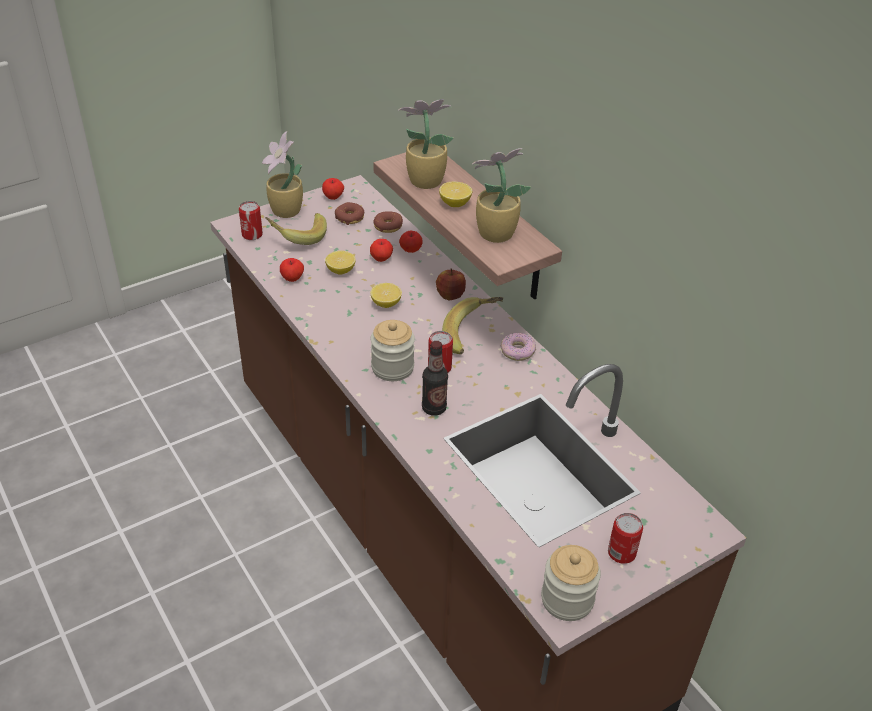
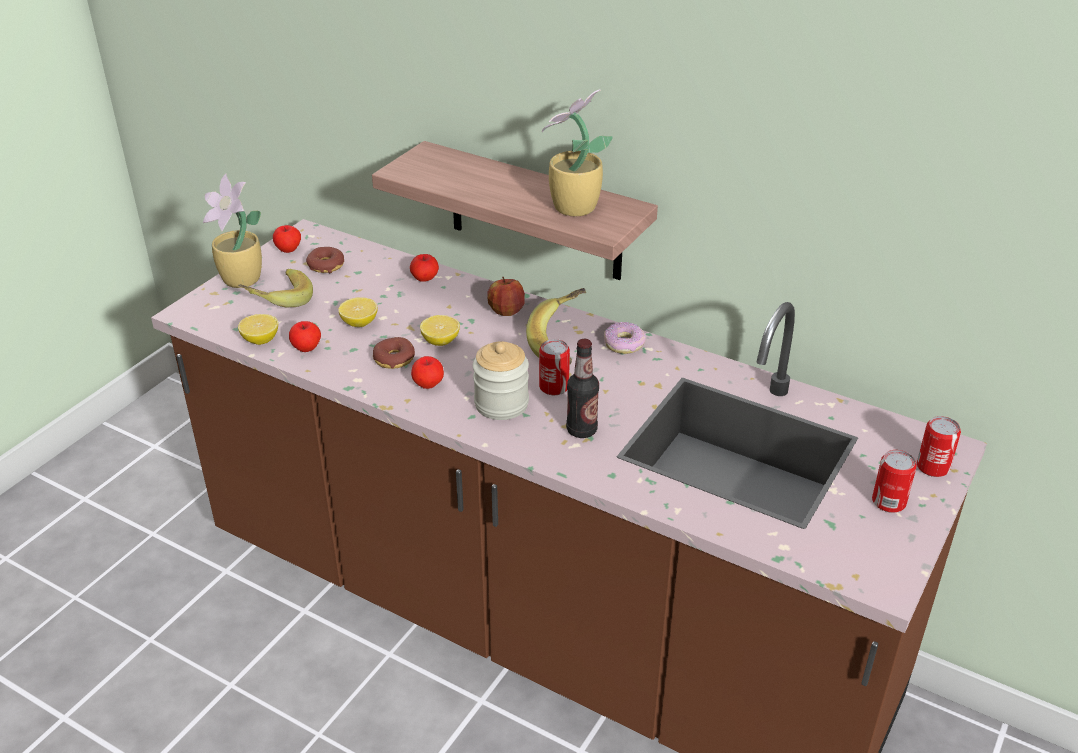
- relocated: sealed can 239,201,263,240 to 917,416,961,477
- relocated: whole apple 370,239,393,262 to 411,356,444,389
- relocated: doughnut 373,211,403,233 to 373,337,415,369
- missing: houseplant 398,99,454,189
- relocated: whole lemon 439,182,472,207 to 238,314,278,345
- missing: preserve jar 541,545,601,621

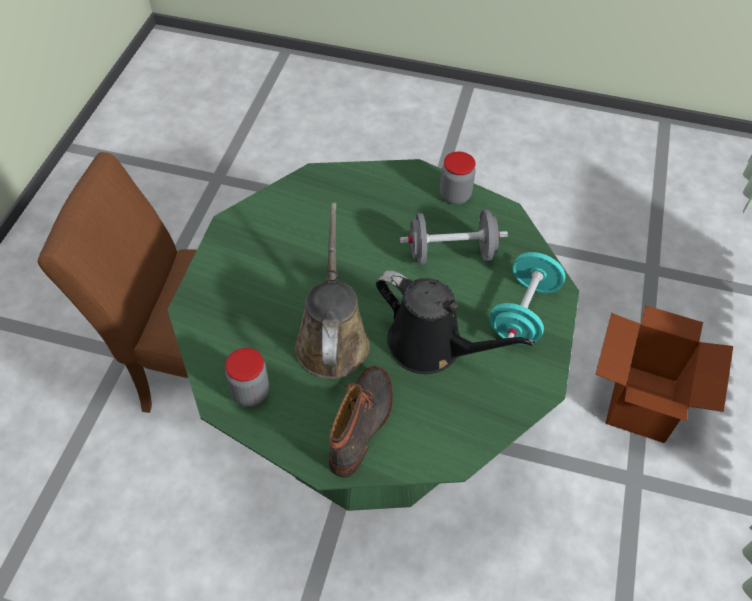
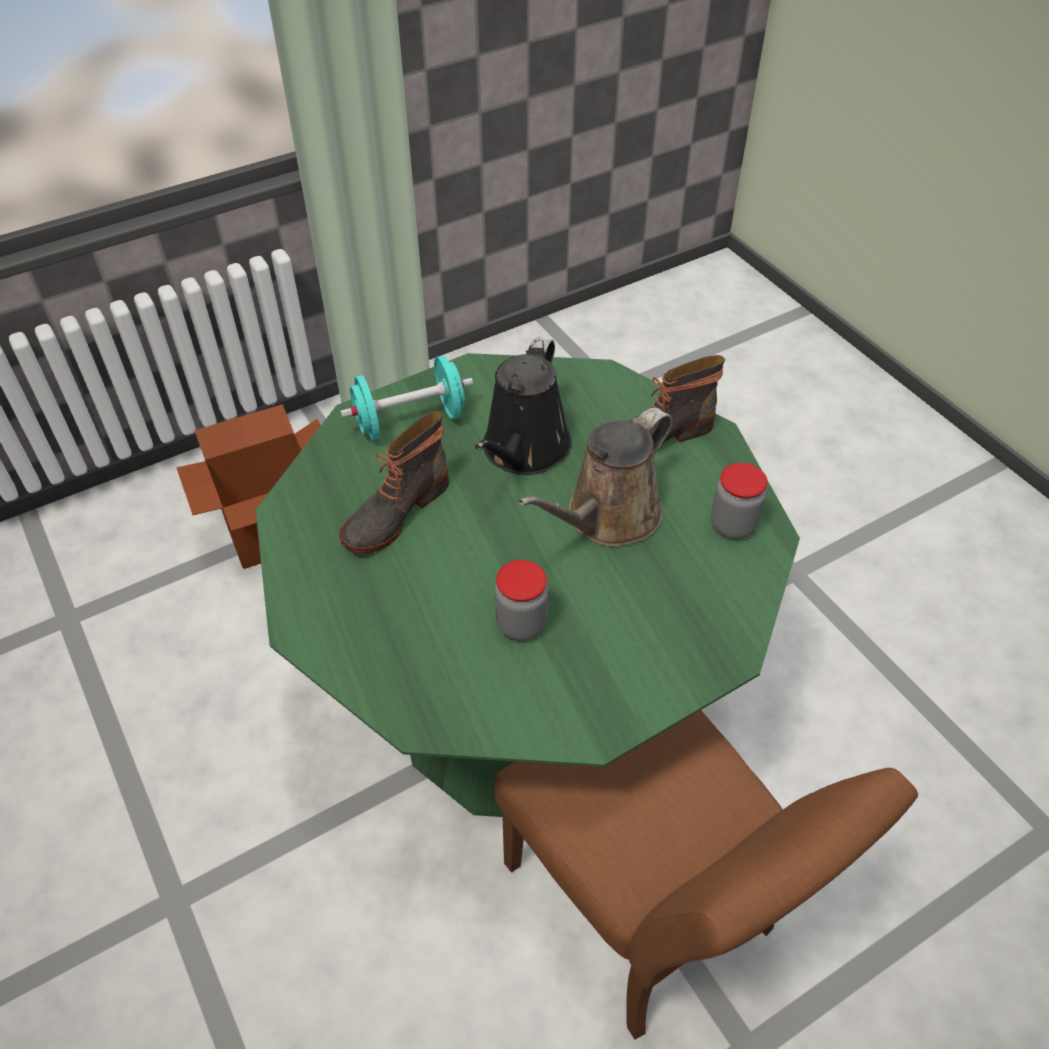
- spun: black watering pot 376,270,535,374 = 475,337,572,475 150 degrees counterclockwise
- exchanged: grey hand weight 400,209,508,265 to tall boot 339,411,449,554
- relocated: preserve jar 440,151,476,205 to 495,560,548,641

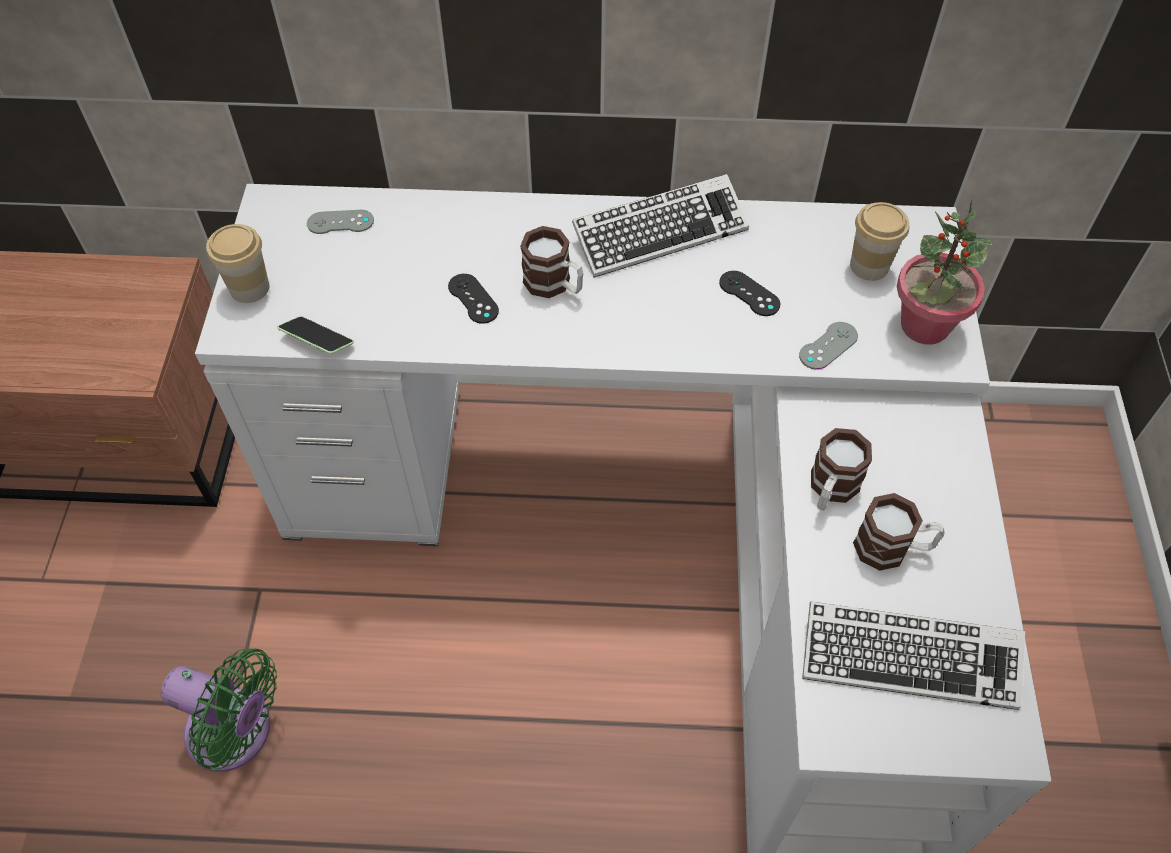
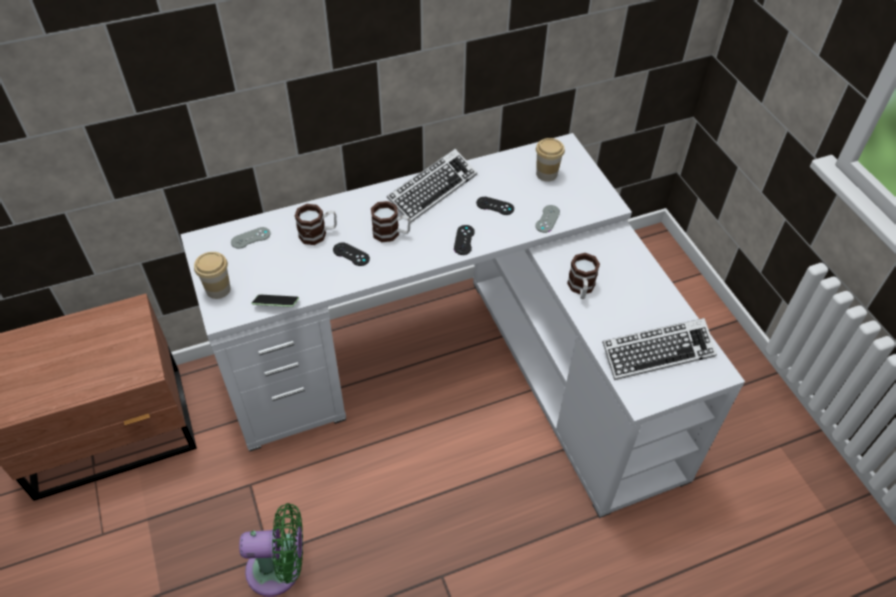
- relocated: tea mug 853,493,945,571 to 295,204,337,245
- missing: houseplant 897,197,992,344
- appeared: black gamepad 454,225,475,255

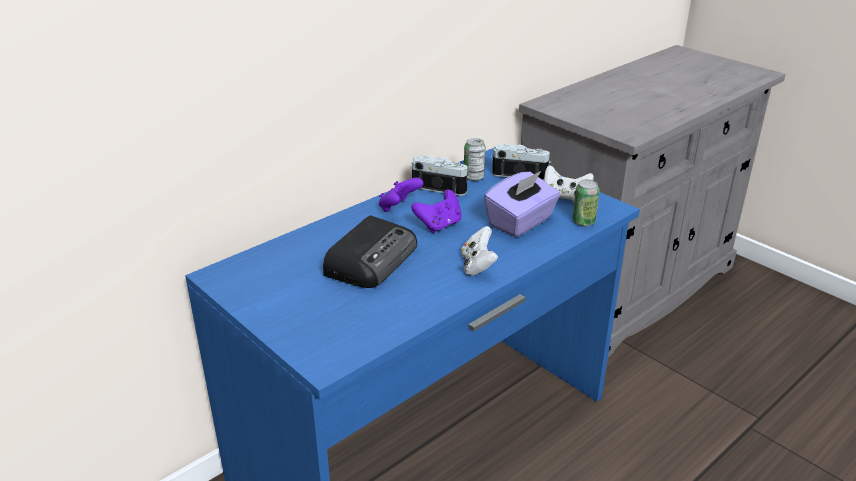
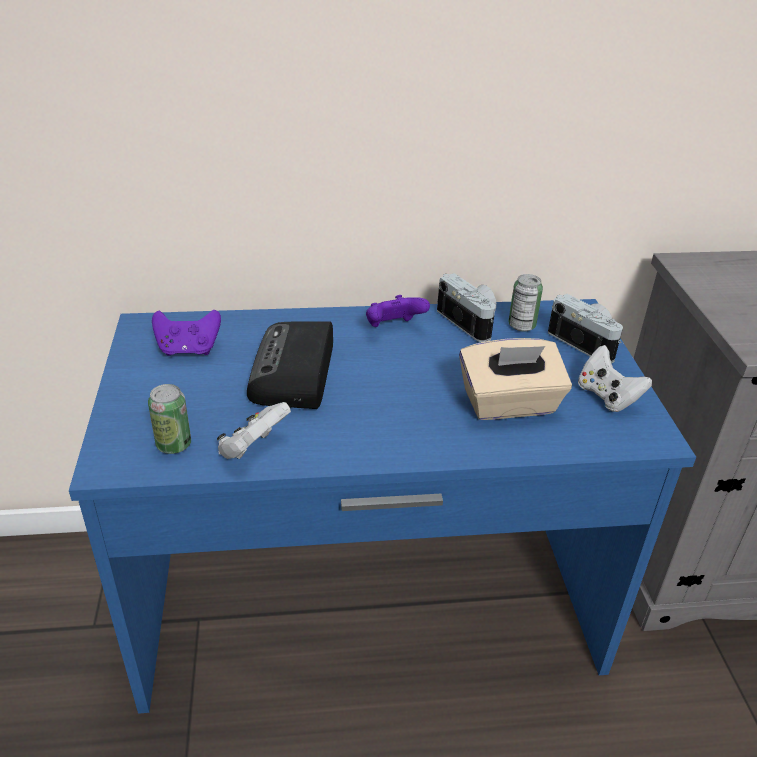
- spun: radio 323,215,417,288 = 247,321,333,409 120 degrees clockwise
- relocated: purplish gamepad 411,190,462,233 to 152,310,221,356
- relocated: whitish gamepad 461,226,498,276 to 217,402,291,459
- colour: purplish tissue holder 484,171,560,237 to beige tissue holder 459,338,572,420
- relocated: sealed can 572,179,600,227 to 148,384,191,454

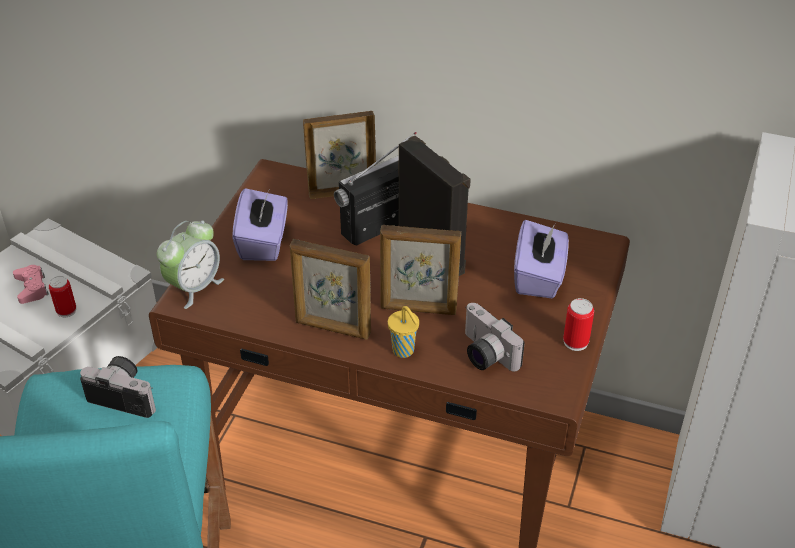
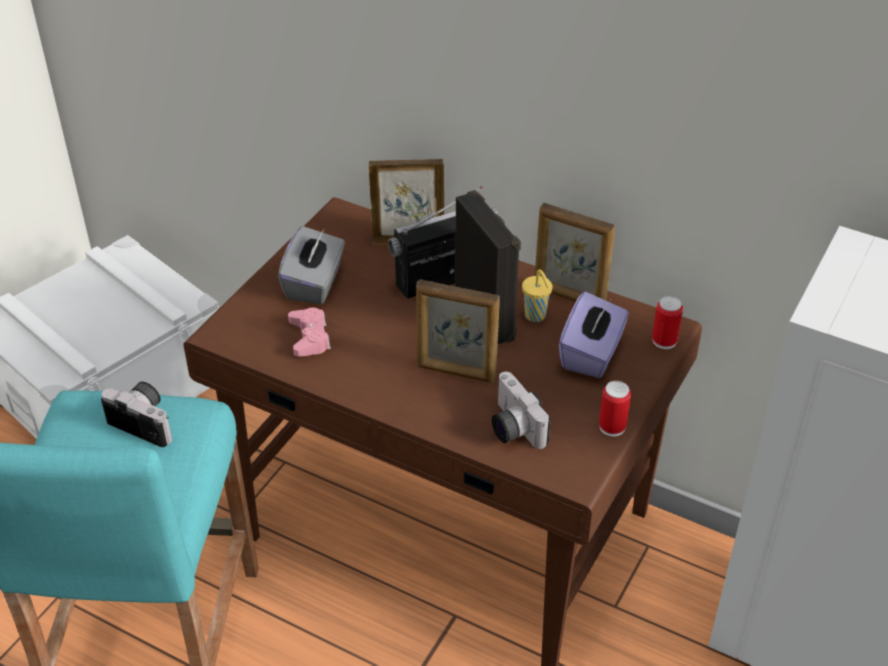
- relocated: pinkish gamepad 13,265,49,304 to 288,307,331,357
- relocated: sealed can 49,276,76,317 to 652,296,683,349
- missing: table clock 157,220,224,309
- colour: purplish tissue holder 232,188,288,261 to grey tissue holder 278,226,345,304
- relocated: picture frame 290,239,371,339 to 535,203,615,302
- relocated: yellow drinking cup 388,306,419,358 to 522,270,553,322

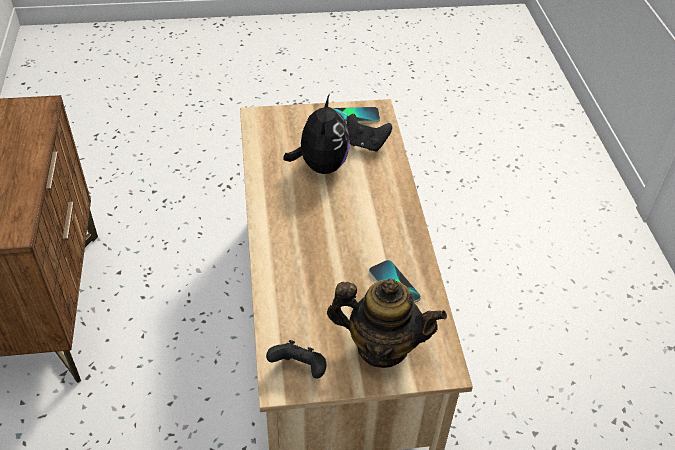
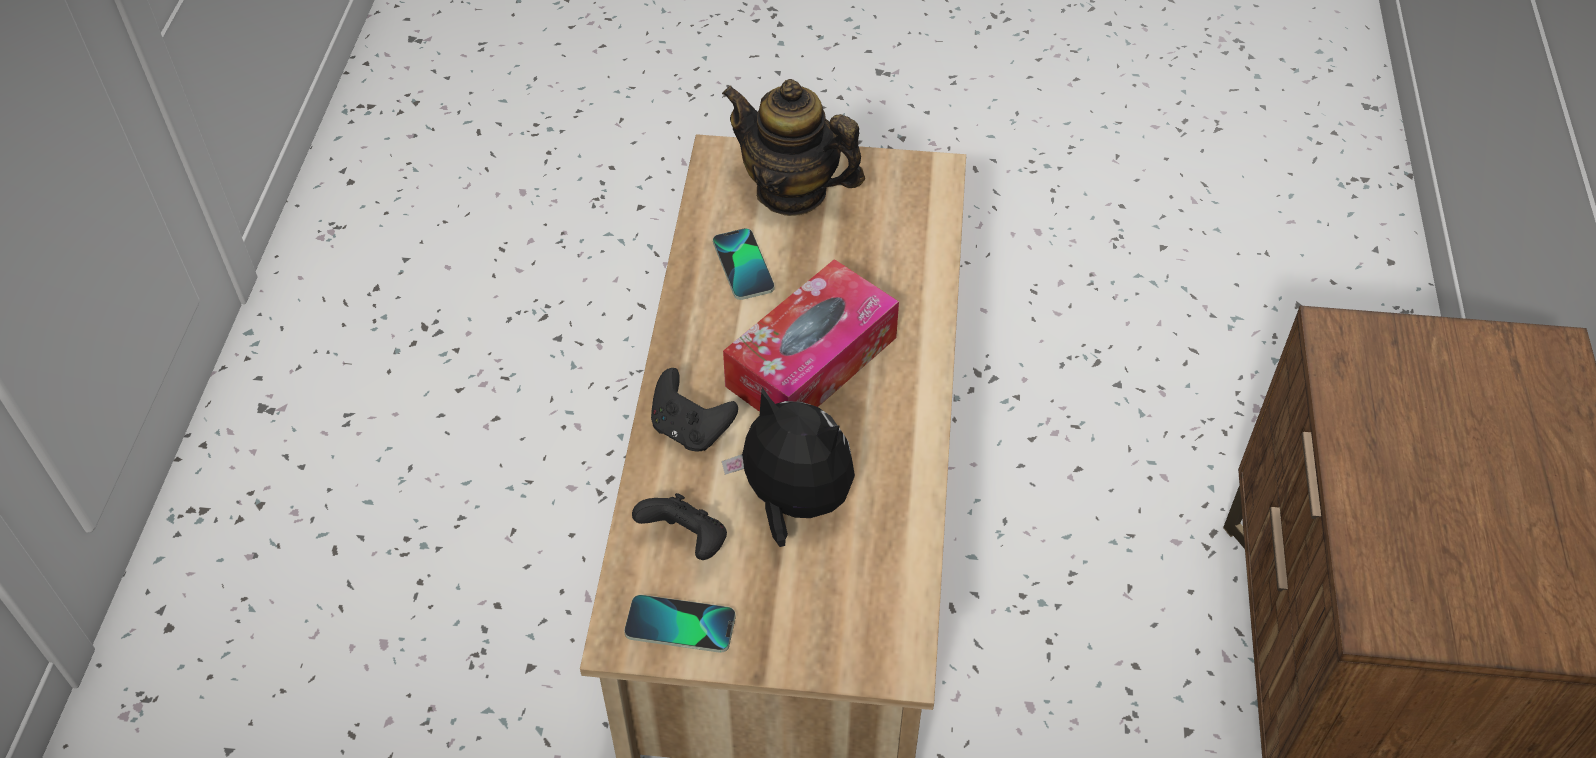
- relocated: black gamepad 266,340,326,379 to 651,368,738,452
- spun: soft toy 283,94,350,174 = 722,387,855,547 105 degrees clockwise
- appeared: tissue holder 723,259,899,412

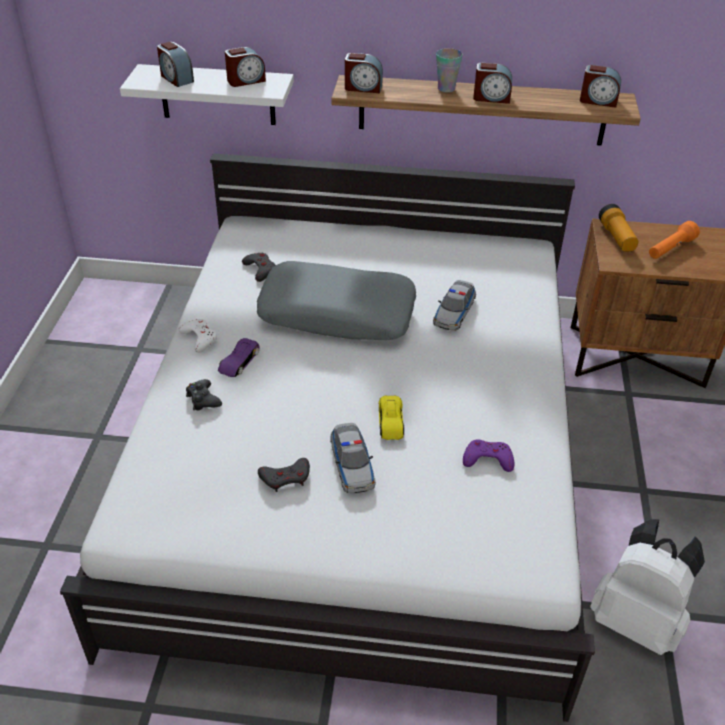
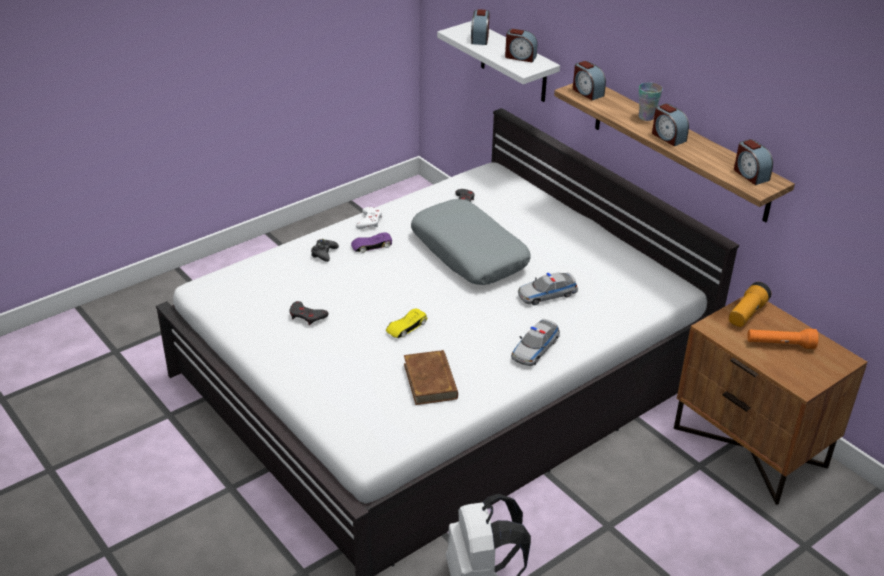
- relocated: miniature car 330,423,376,493 to 511,319,560,366
- exchanged: purplish gamepad 463,440,514,472 to brown volume 404,350,458,405

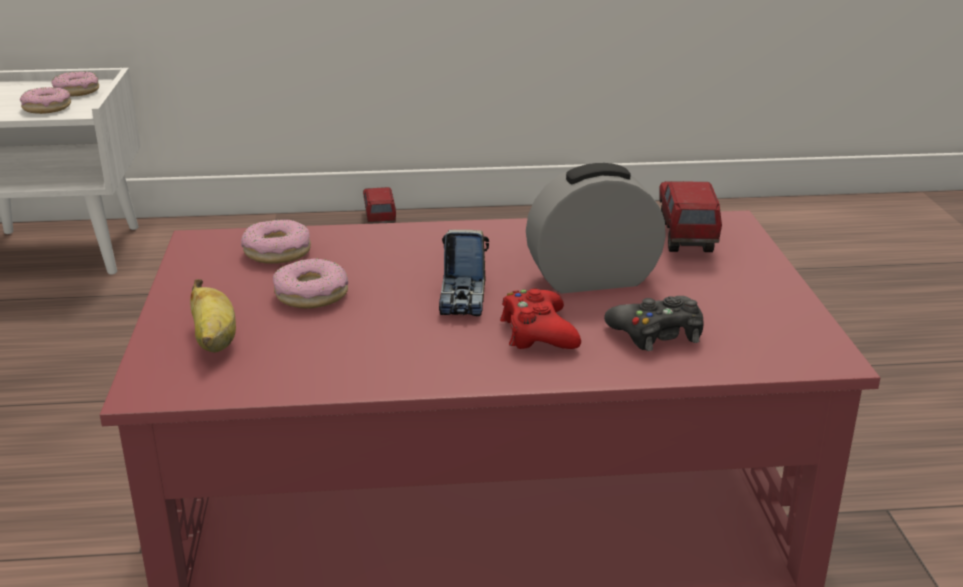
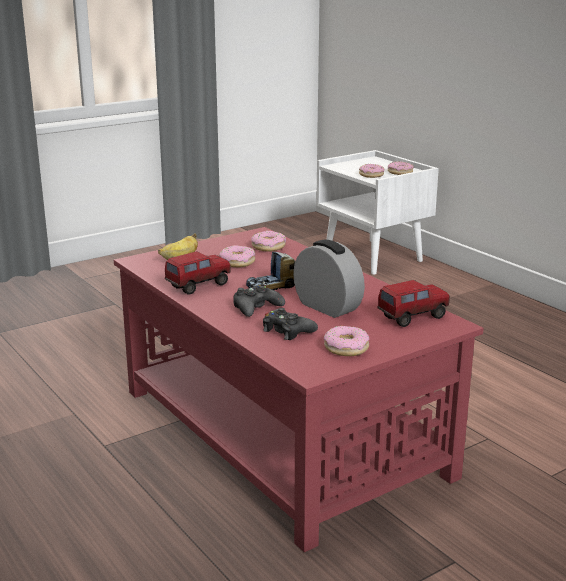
- relocated: toy lorry 363,187,396,224 to 165,251,231,294
- colour: red-coloured gamepad 500,289,581,349 to black gamepad 233,285,285,317
- appeared: doughnut 324,326,369,356

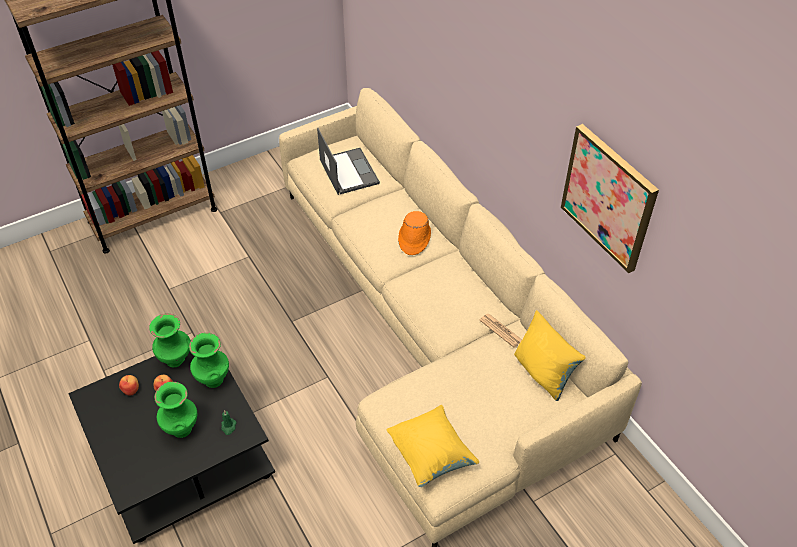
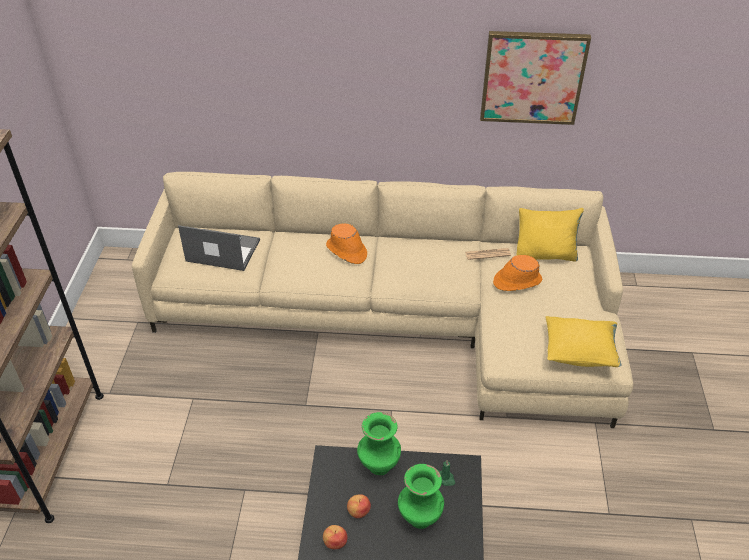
- missing: greenish flower vase 149,314,191,367
- appeared: orange-coloured wearable hat 493,255,542,291

